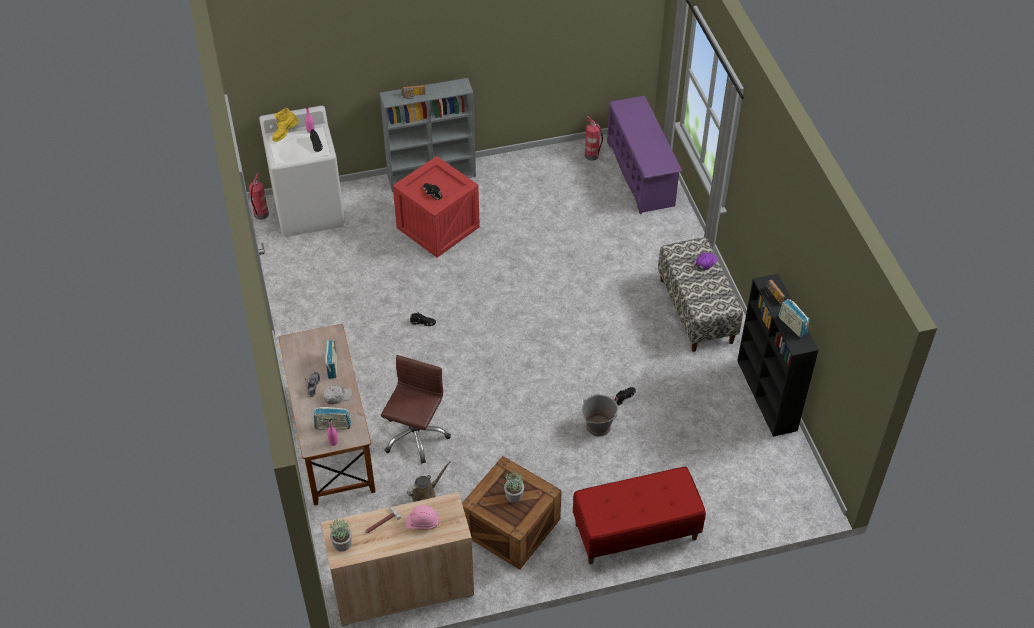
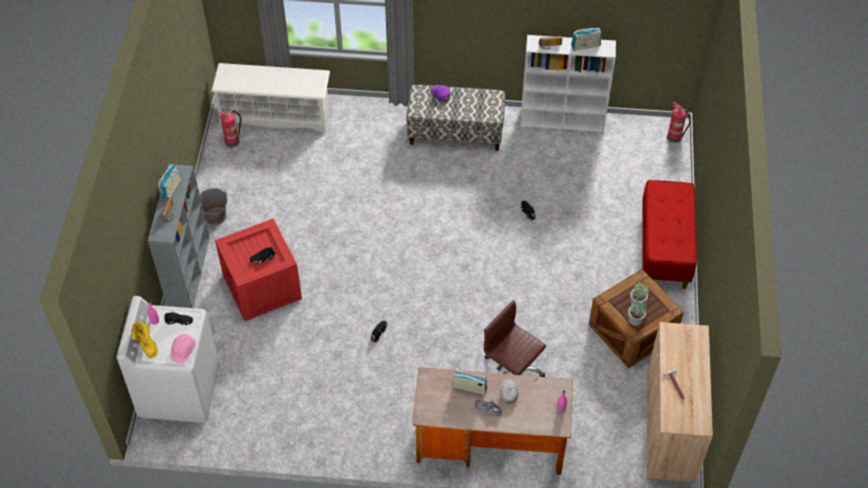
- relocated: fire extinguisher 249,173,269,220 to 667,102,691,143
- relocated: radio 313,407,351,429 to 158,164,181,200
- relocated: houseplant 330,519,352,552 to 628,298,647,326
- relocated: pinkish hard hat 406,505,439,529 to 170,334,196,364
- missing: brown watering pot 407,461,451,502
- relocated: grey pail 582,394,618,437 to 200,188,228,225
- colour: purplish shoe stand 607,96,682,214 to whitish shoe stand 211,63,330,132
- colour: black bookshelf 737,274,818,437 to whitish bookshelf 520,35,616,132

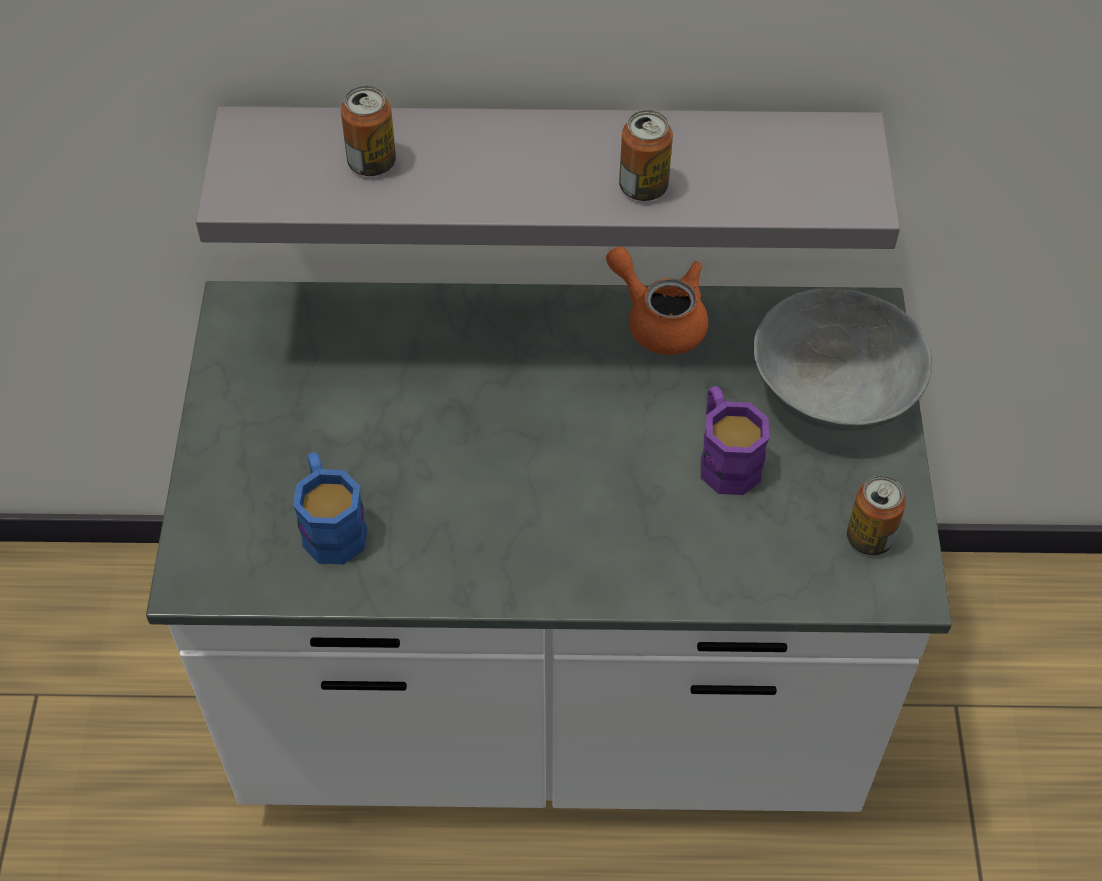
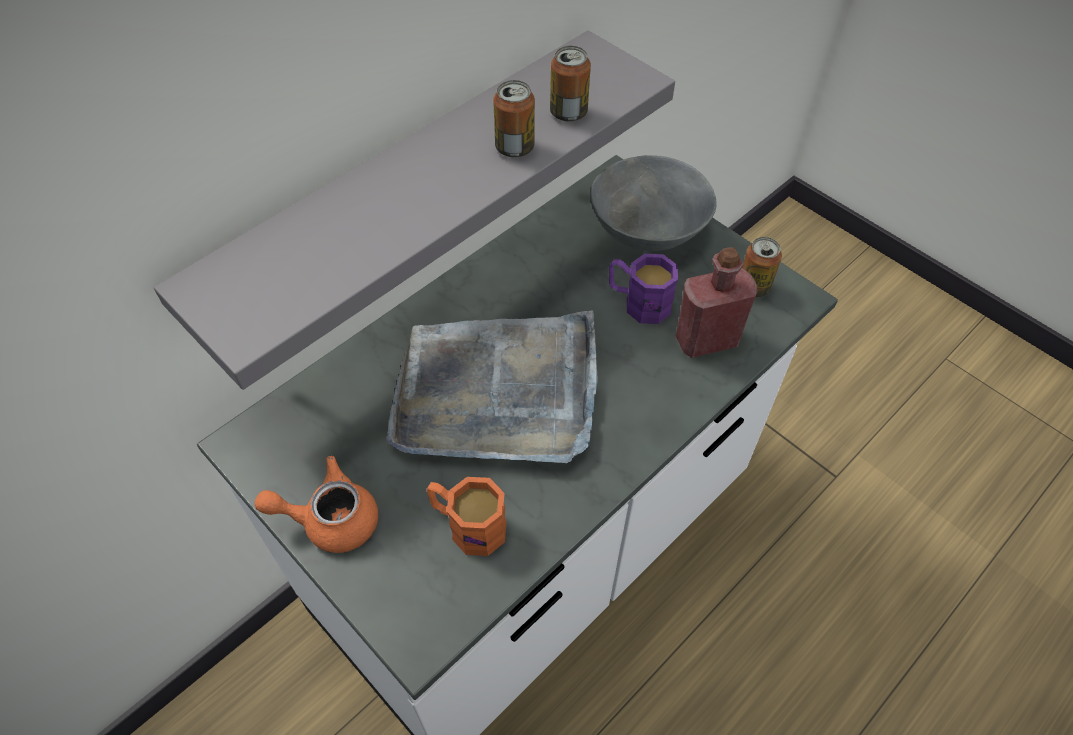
- colour: blue-coloured tea mug 293,453,367,564 to orange-coloured tea mug 426,477,507,556
- relocated: sealed can 341,86,396,176 to 550,46,591,122
- relocated: orange-coloured pot for tea 606,247,708,355 to 255,456,378,553
- appeared: grey carrying tray 387,310,597,463
- appeared: red-coloured beverage bottle 676,247,757,358

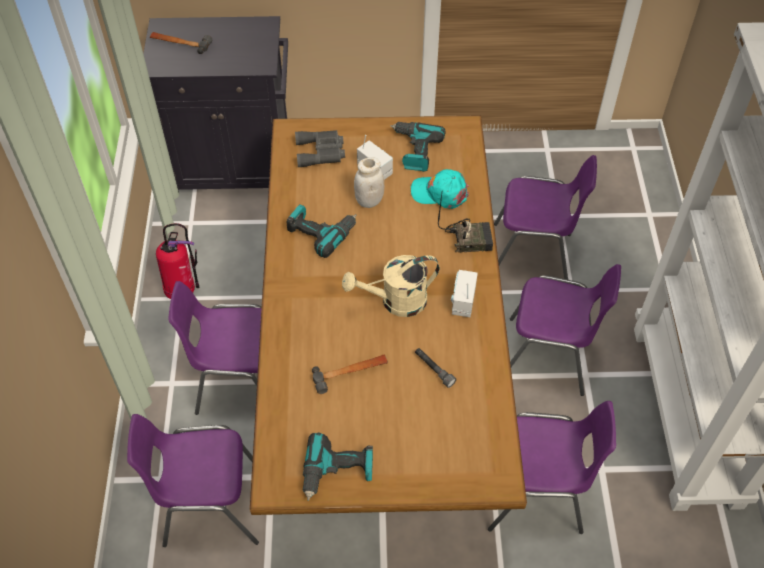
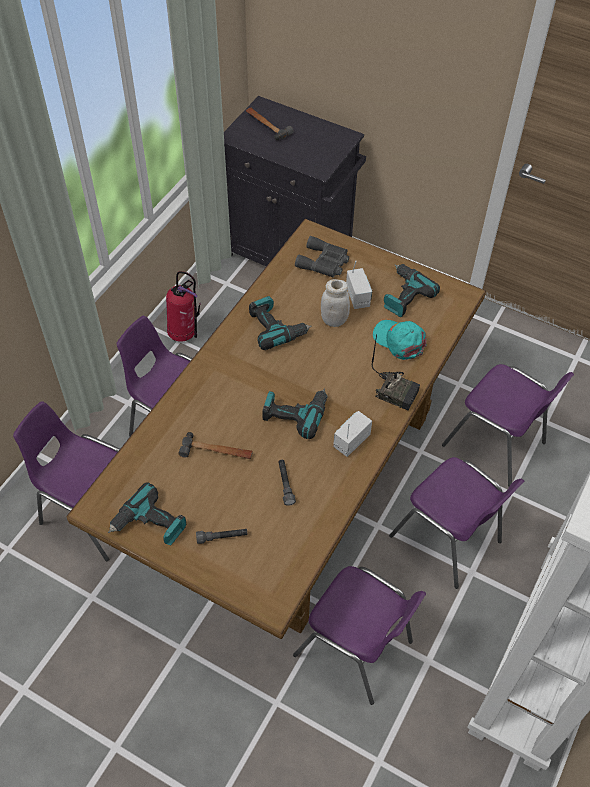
- exchanged: beige watering pot 342,255,439,317 to drill 262,389,327,439
- appeared: grey torch 196,529,247,544

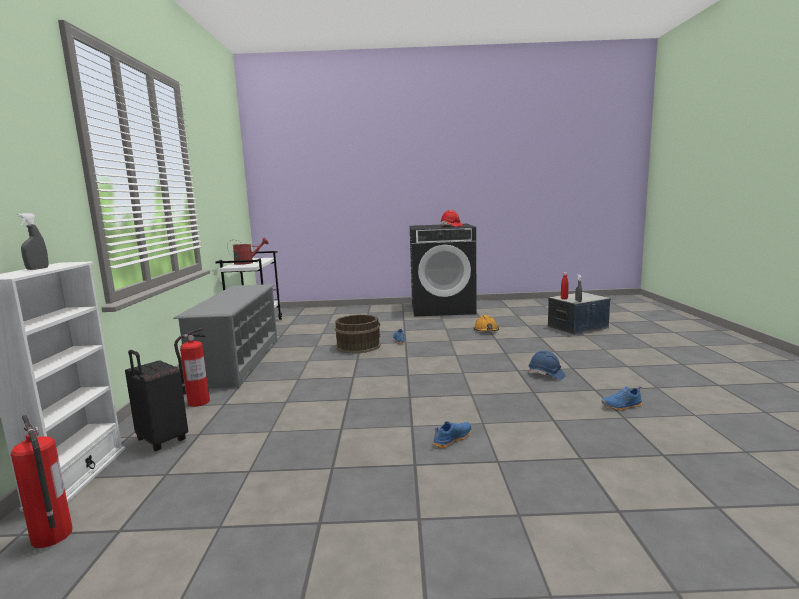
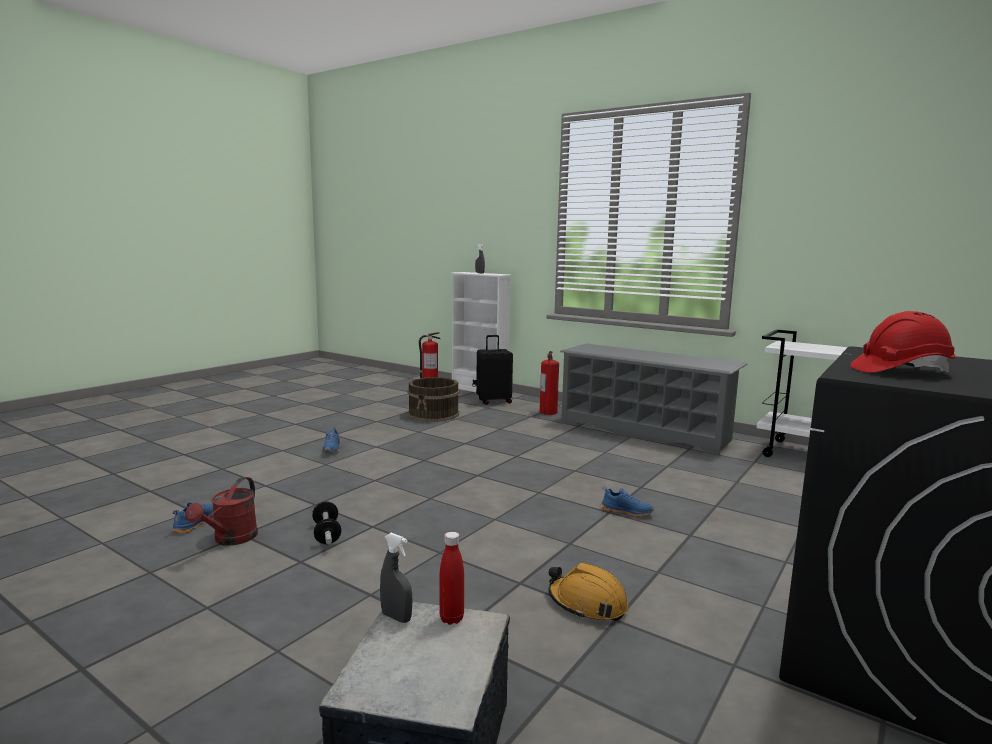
- relocated: red-coloured watering pot 227,237,269,265 to 185,477,258,546
- relocated: brown pail 335,314,381,354 to 408,377,459,422
- exchanged: blue-coloured hard hat 529,351,566,380 to hand weight 312,502,341,544

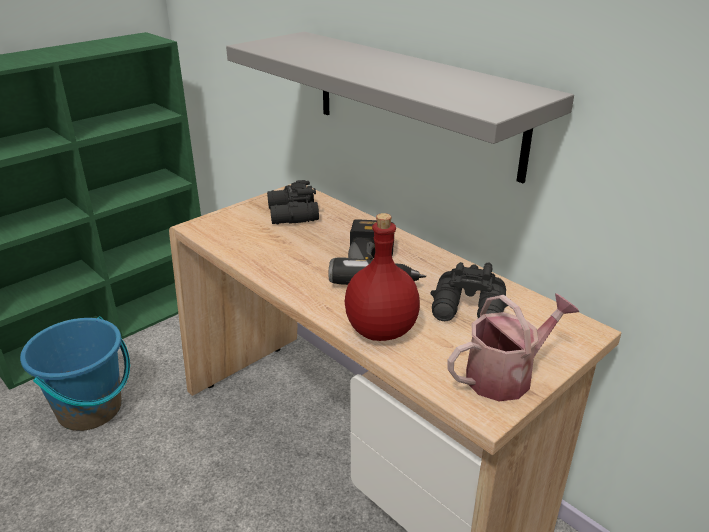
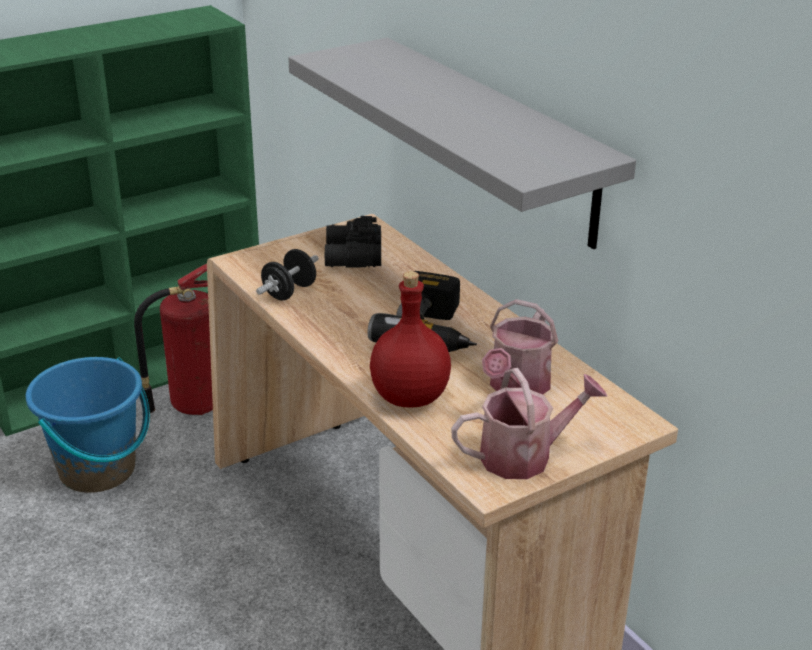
- exchanged: black binoculars 430,262,508,321 to watering pot 482,299,558,395
- appeared: fire extinguisher 134,263,213,415
- appeared: black hand weight 256,249,318,300

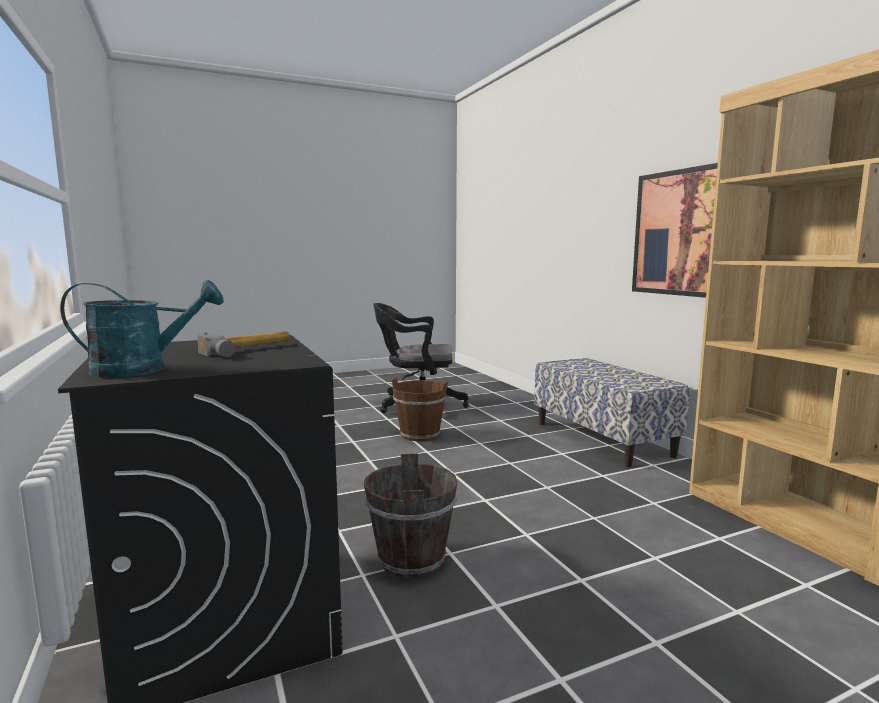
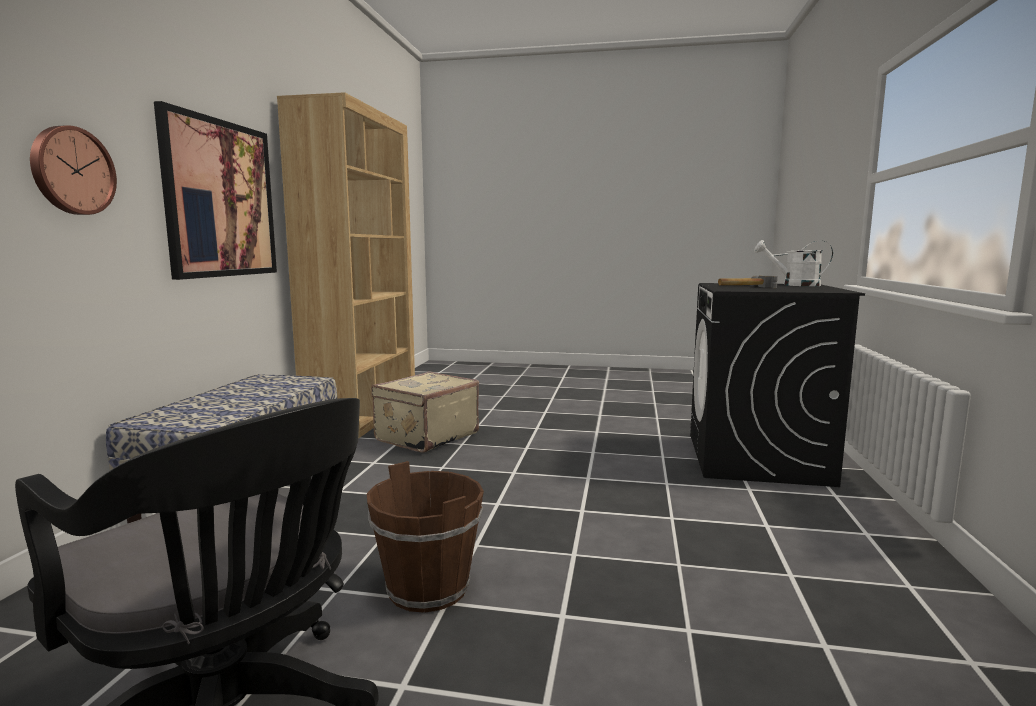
- colour: blue-green watering pot 60,280,224,378 to whitish watering pot 754,240,833,286
- missing: brown pail 364,453,457,578
- appeared: clock on the wall 30,125,117,215
- appeared: beige suitcase 371,371,479,453

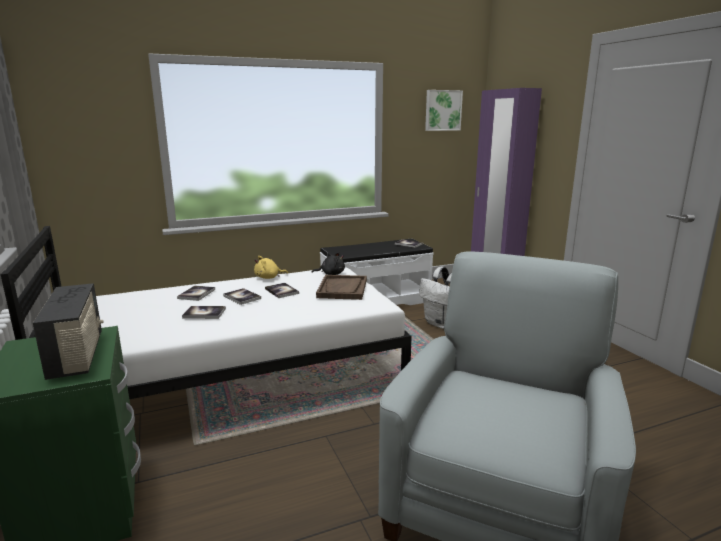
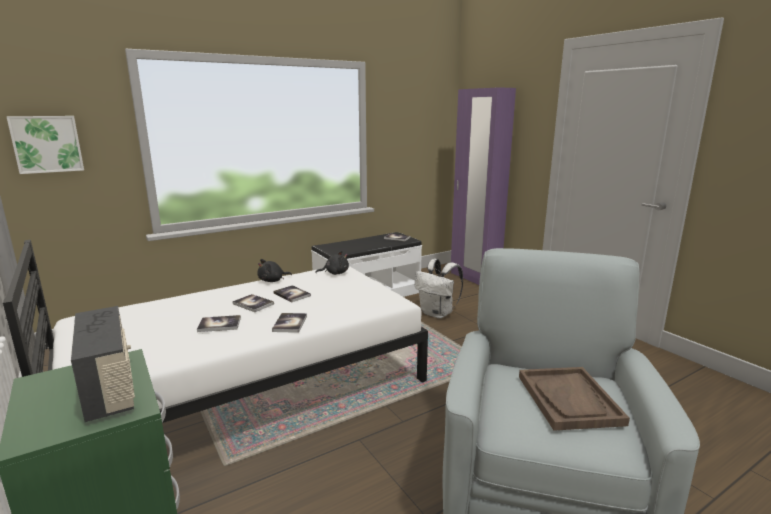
- relocated: volume 177,286,215,301 to 272,313,307,333
- colour: yellow soft toy 254,256,288,279 to black soft toy 257,259,292,282
- relocated: brown carrying tray 316,275,367,300 to 519,367,630,431
- relocated: wall art 425,90,463,131 to 6,116,84,174

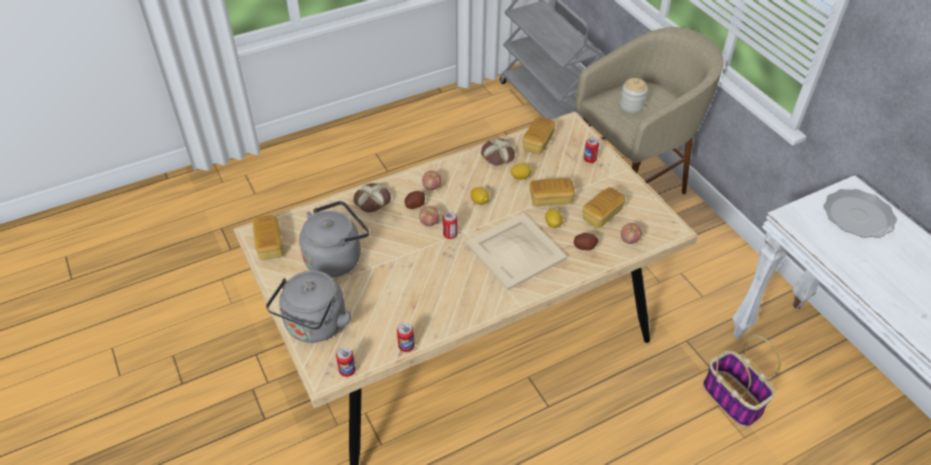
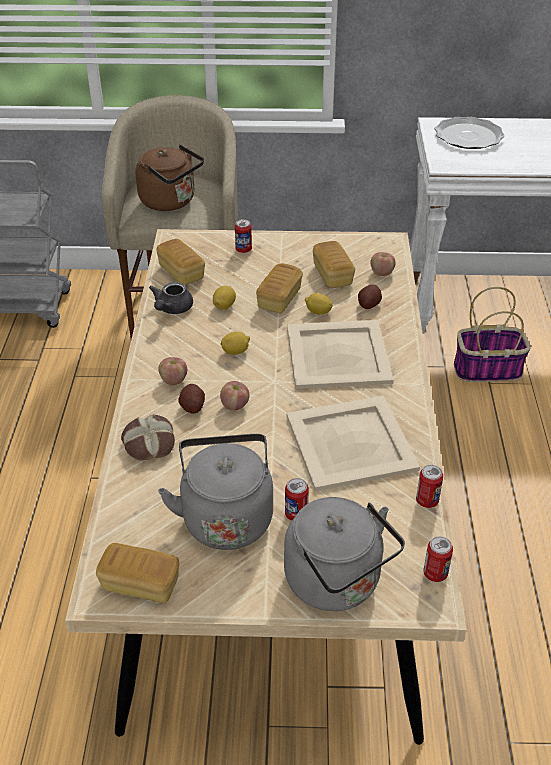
- relocated: sealed can 443,212,458,239 to 285,478,309,521
- exchanged: bakery bread 481,138,515,166 to grey pot for tea 149,282,193,314
- exchanged: preserve jar 620,78,647,113 to brown tea kettle 135,144,204,211
- appeared: beige carrying tray 286,395,420,491

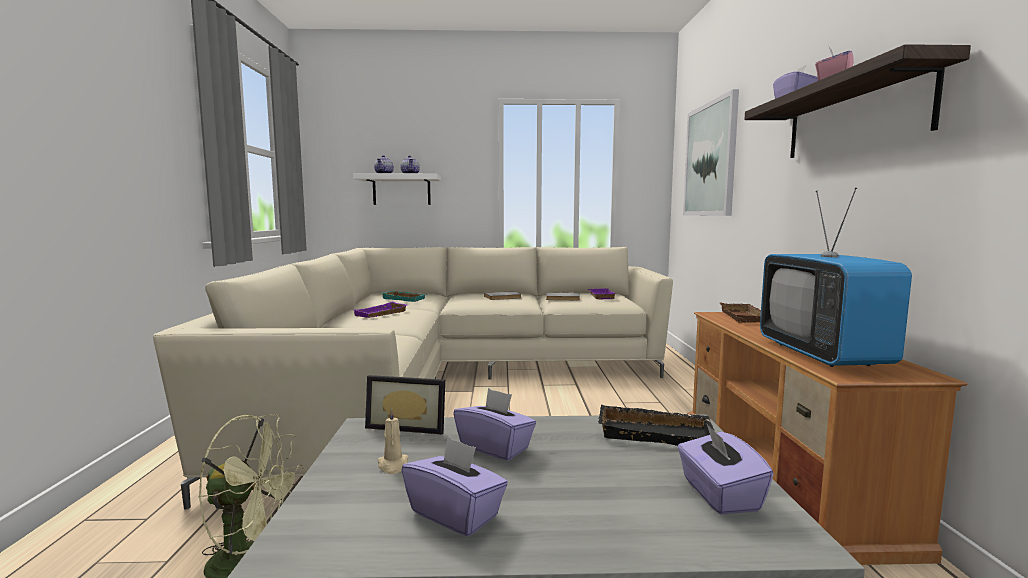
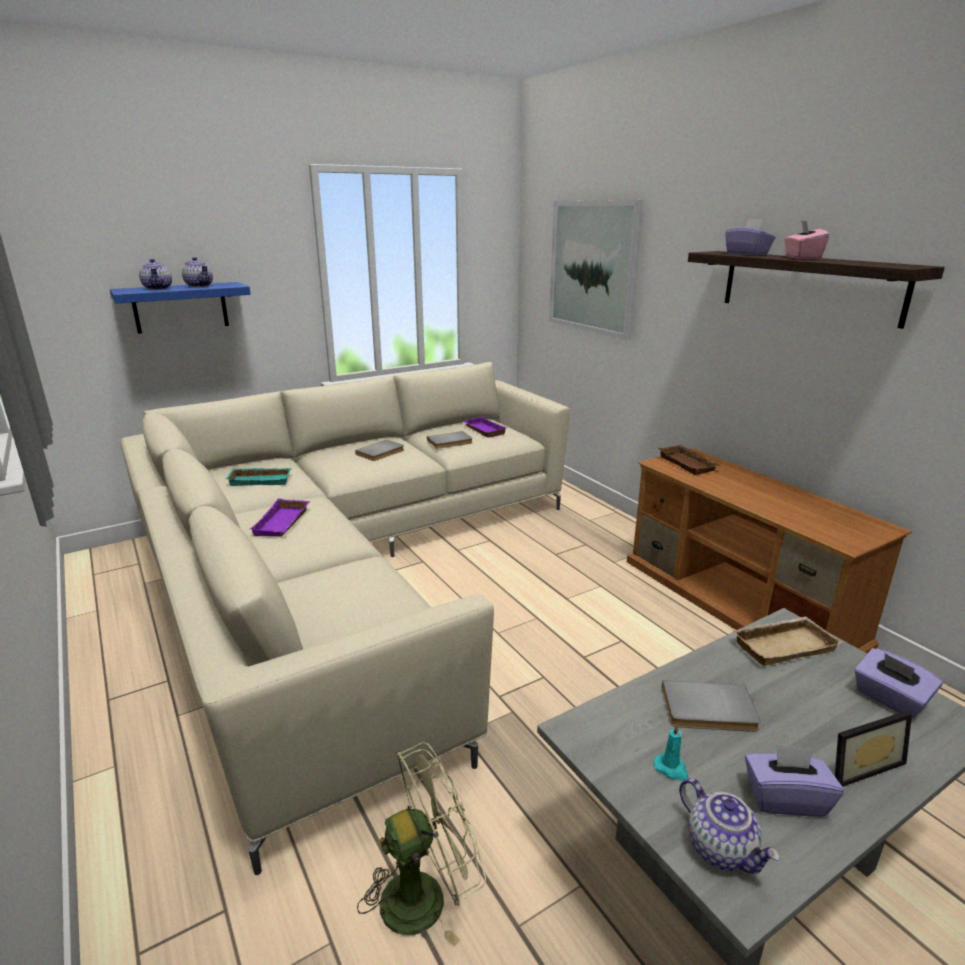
- colour: whitish bracket shelf 353,173,441,205 to blue-coloured bracket shelf 110,282,251,334
- relocated: picture frame 365,375,445,434 to 835,711,912,787
- colour: beige candle 378,407,409,474 to blue-green candle 654,724,688,781
- exchanged: purplish tissue holder 453,388,536,461 to grey volume 662,680,761,732
- colour: black carrying tray 598,405,714,446 to beige carrying tray 731,617,842,666
- missing: television 760,187,912,367
- appeared: pot for tea 679,778,780,874

